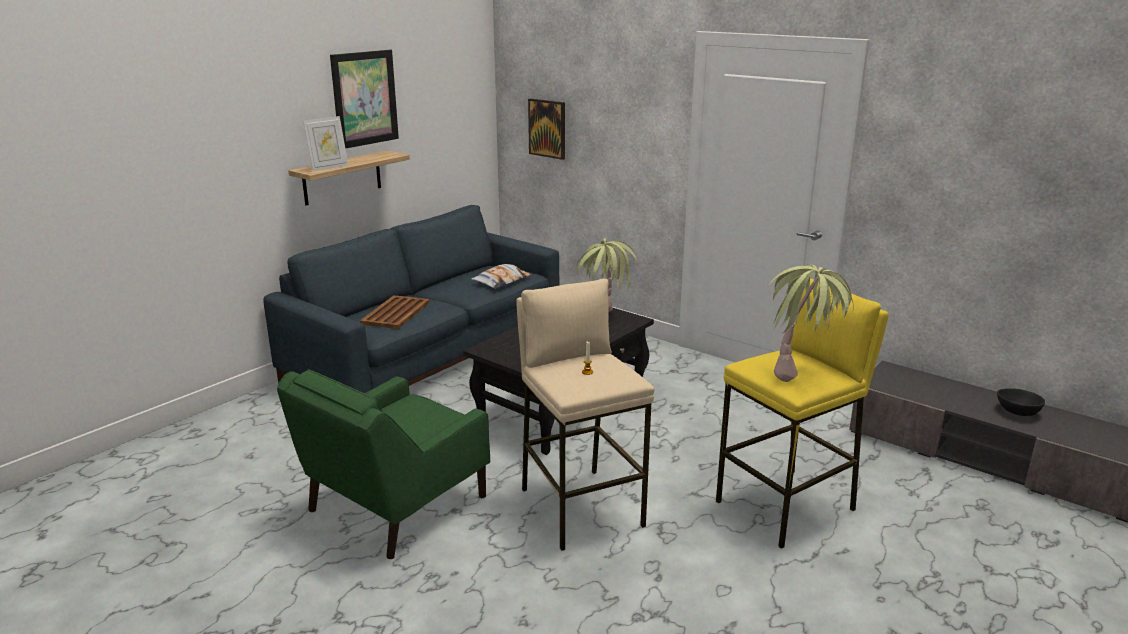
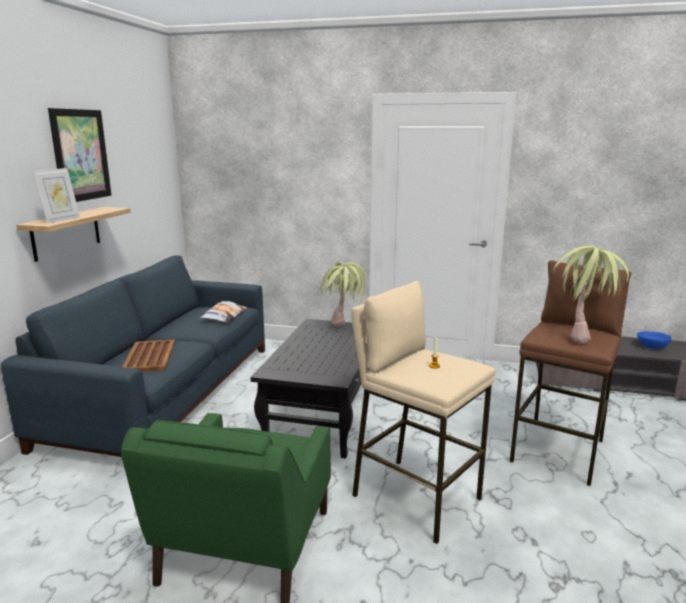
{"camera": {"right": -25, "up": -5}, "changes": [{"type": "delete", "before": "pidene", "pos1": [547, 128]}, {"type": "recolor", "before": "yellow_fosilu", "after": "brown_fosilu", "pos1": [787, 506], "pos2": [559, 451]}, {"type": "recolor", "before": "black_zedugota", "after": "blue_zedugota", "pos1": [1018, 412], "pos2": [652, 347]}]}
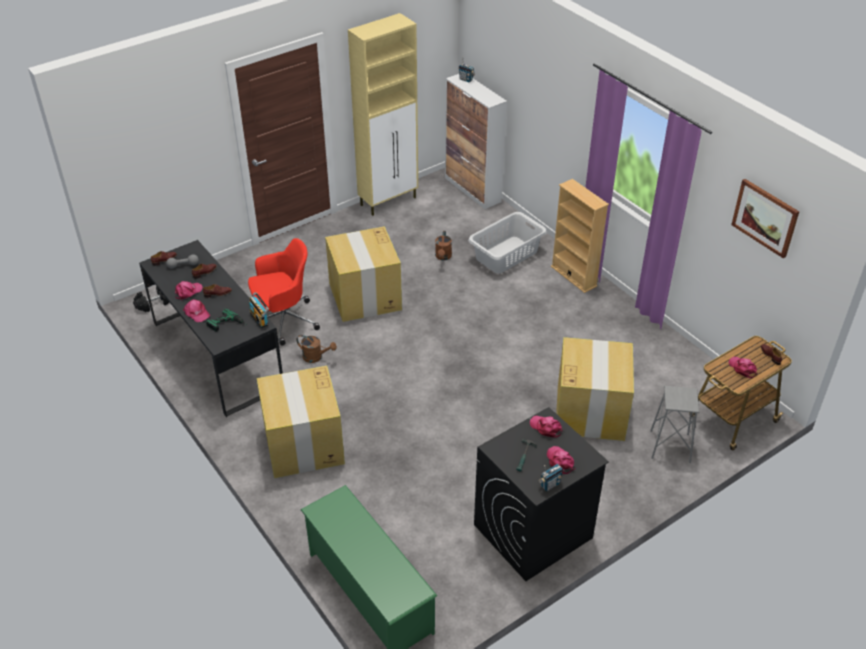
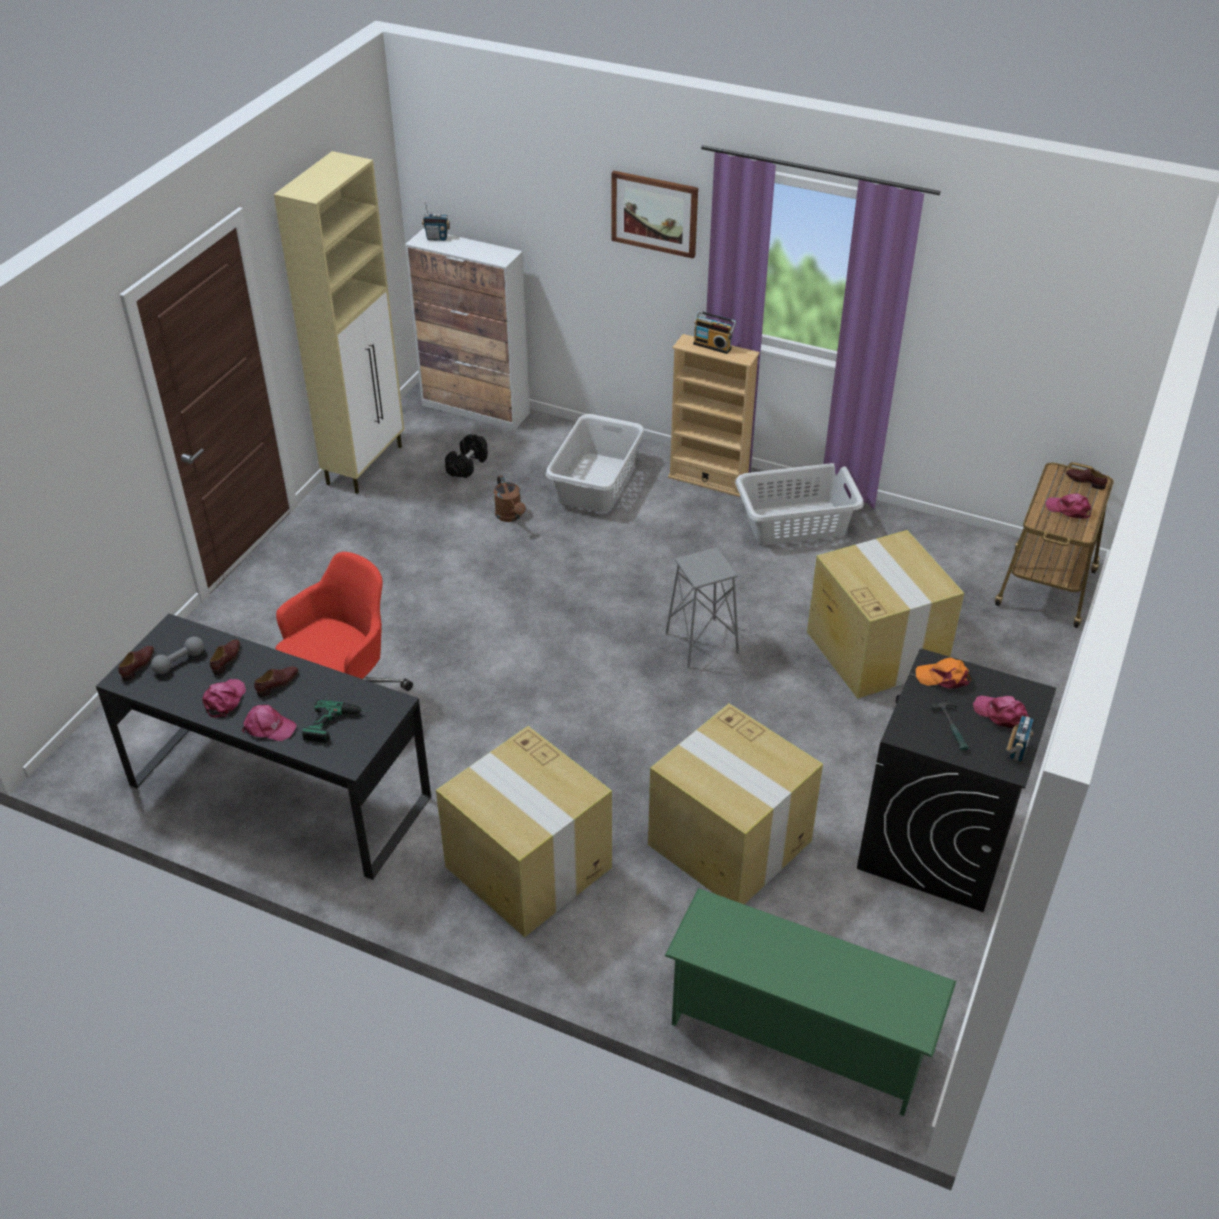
{"camera": {"right": -30, "up": 0}, "changes": [{"type": "move", "before": "pidene", "pos1": [765, 217], "pos2": [654, 213]}, {"type": "move", "before": "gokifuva", "pos1": [365, 297], "pos2": [731, 844]}, {"type": "move", "before": "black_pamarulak", "pos1": [154, 304], "pos2": [467, 465]}, {"type": "move", "before": "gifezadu", "pos1": [260, 318], "pos2": [713, 345]}, {"type": "delete", "before": "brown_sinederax", "pos1": [316, 357]}, {"type": "move", "before": "grey_fosilu", "pos1": [670, 446], "pos2": [702, 643]}, {"type": "recolor", "before": "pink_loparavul", "after": "orange_loparavul", "pos1": [546, 428], "pos2": [943, 677]}, {"type": "insert", "after": "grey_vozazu", "pos2": [796, 524]}]}
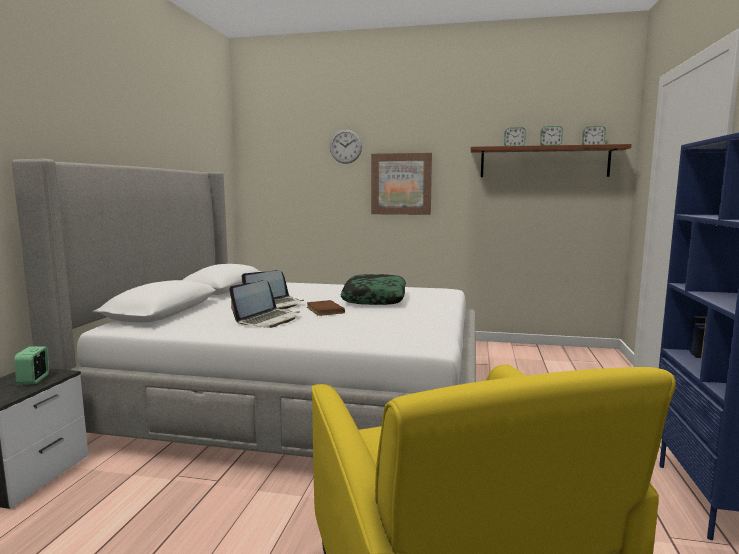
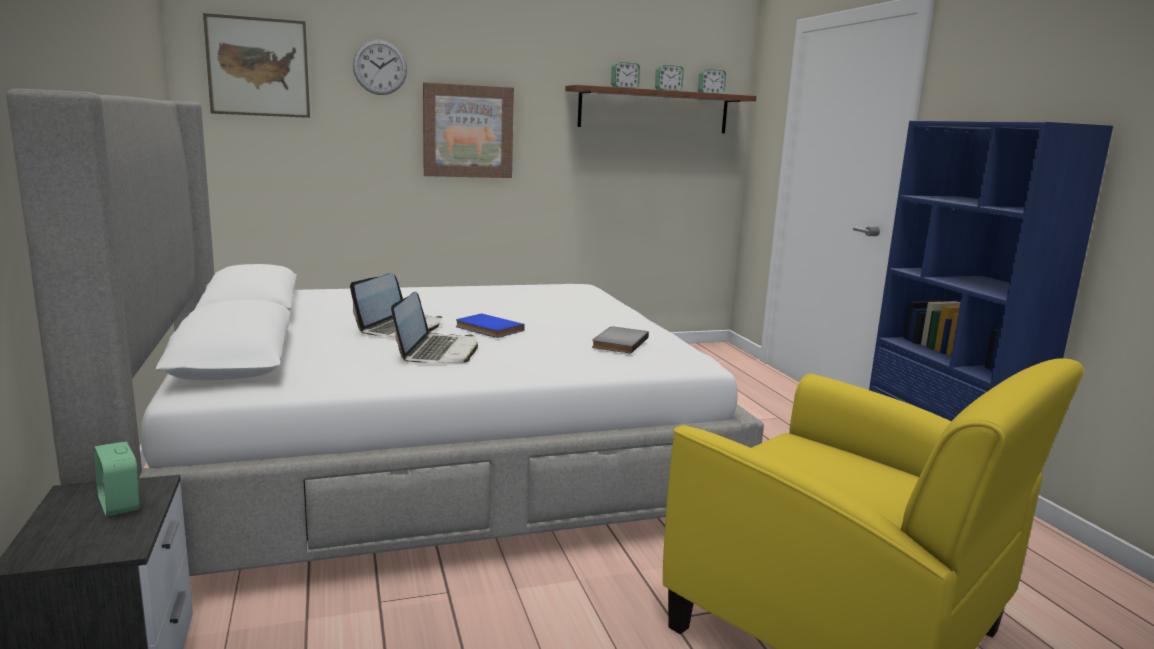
{"camera": {"right": -30, "up": 5}, "changes": [{"type": "delete", "before": "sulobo", "pos1": [374, 298]}, {"type": "recolor", "before": "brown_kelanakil", "after": "blue_kelanakil", "pos1": [323, 310], "pos2": [487, 329]}, {"type": "insert", "after": "pidene", "pos2": [258, 67]}, {"type": "insert", "after": "grey_kelanakil", "pos2": [618, 342]}]}
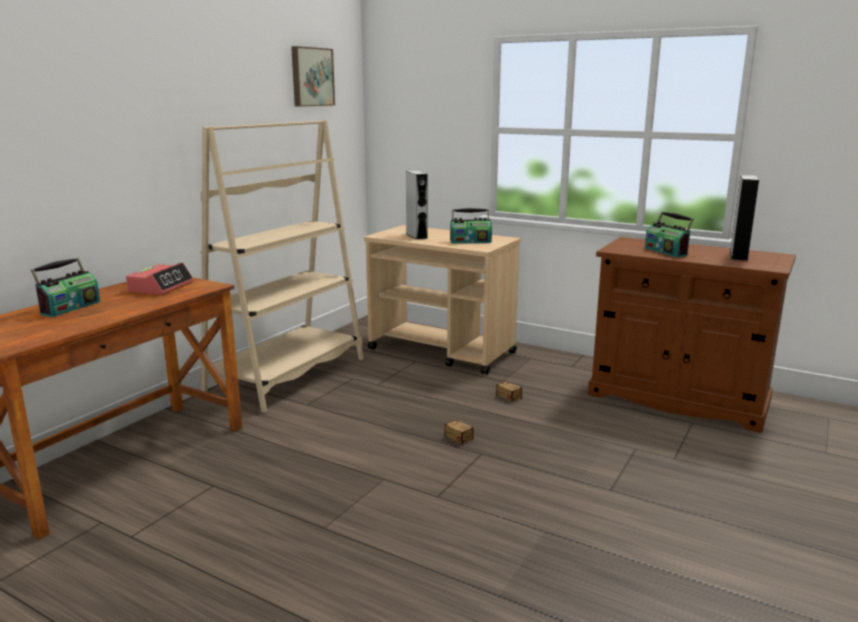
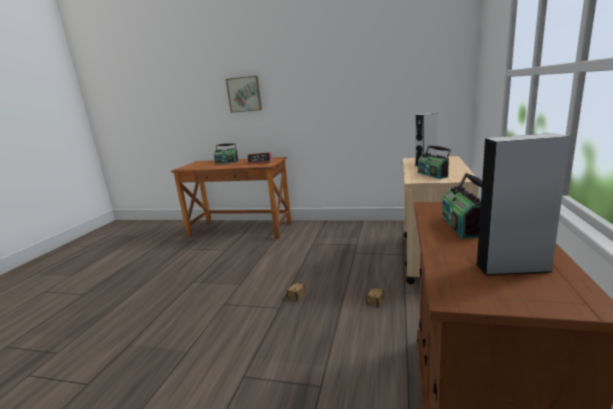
{"camera": {"right": 75, "up": 0}, "changes": [{"type": "move", "before": "pidene", "pos1": [311, 77], "pos2": [244, 94]}, {"type": "delete", "before": "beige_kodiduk", "pos1": [288, 376]}, {"type": "rotate", "before": "gifezadu", "pos1": [666, 251], "pos2": [462, 226], "turn": -45}]}
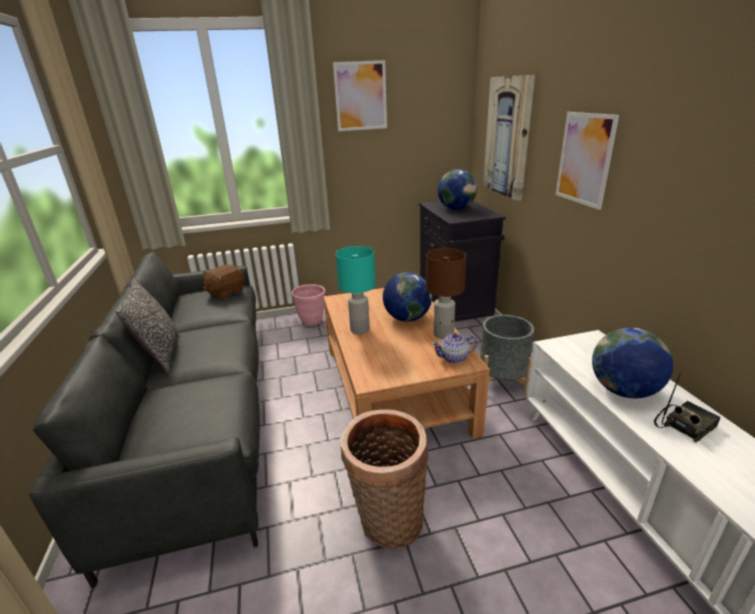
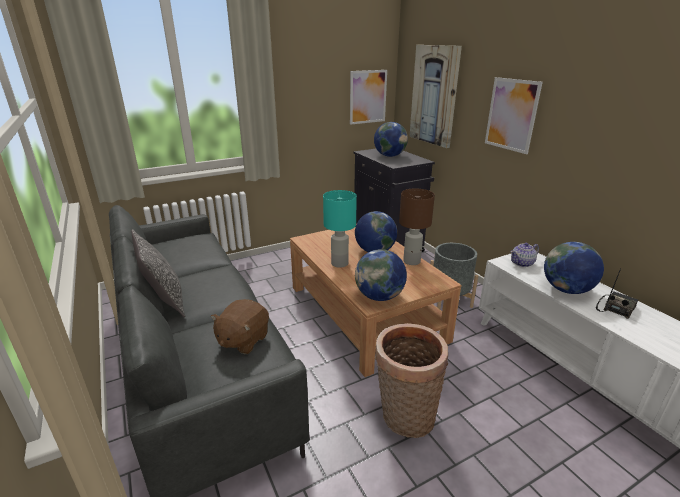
{"camera": {"right": -15, "up": 0}, "changes": [{"type": "move", "before": "pidene", "pos1": [360, 96], "pos2": [368, 97]}, {"type": "move", "before": "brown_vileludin", "pos1": [226, 293], "pos2": [243, 340]}, {"type": "delete", "before": "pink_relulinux", "pos1": [312, 322]}, {"type": "move", "before": "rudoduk", "pos1": [454, 358], "pos2": [522, 263]}, {"type": "insert", "after": "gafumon", "pos2": [379, 296]}]}
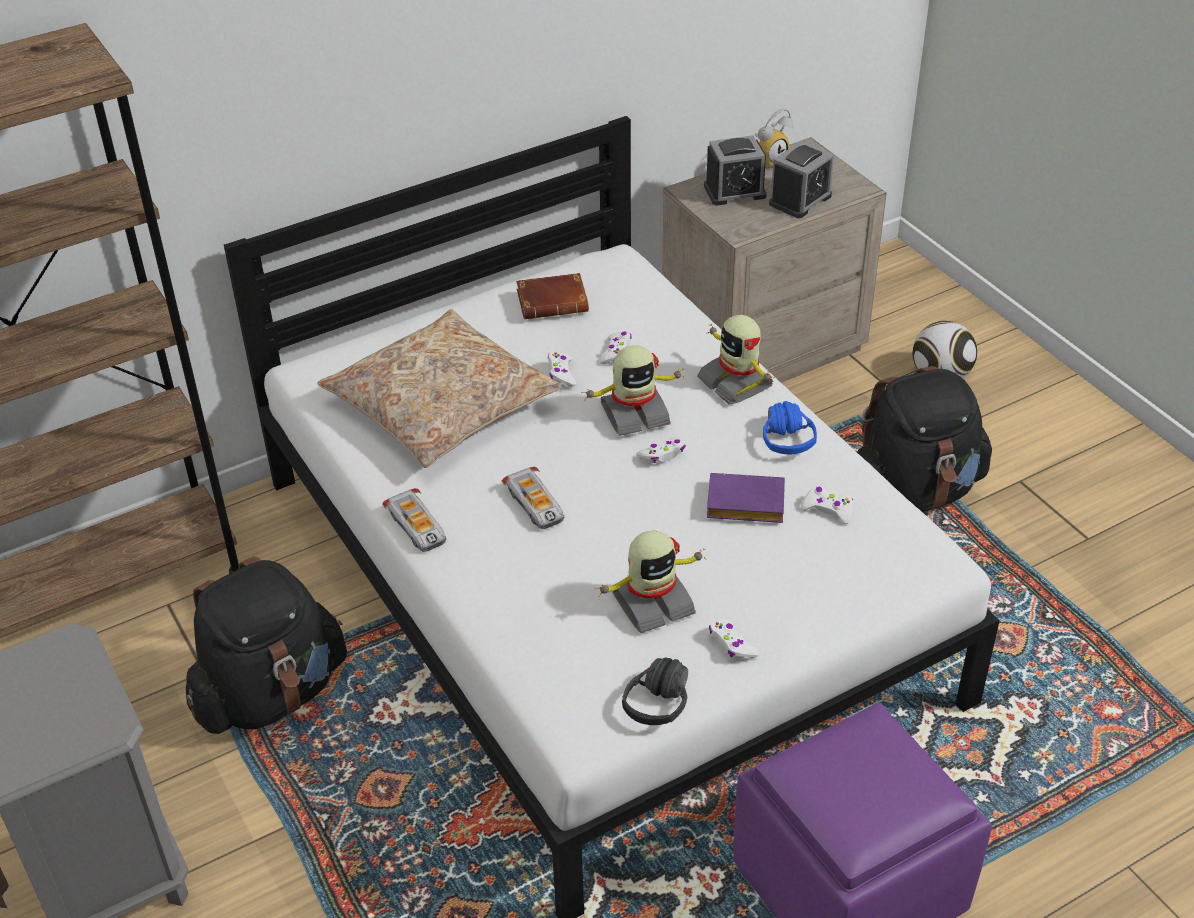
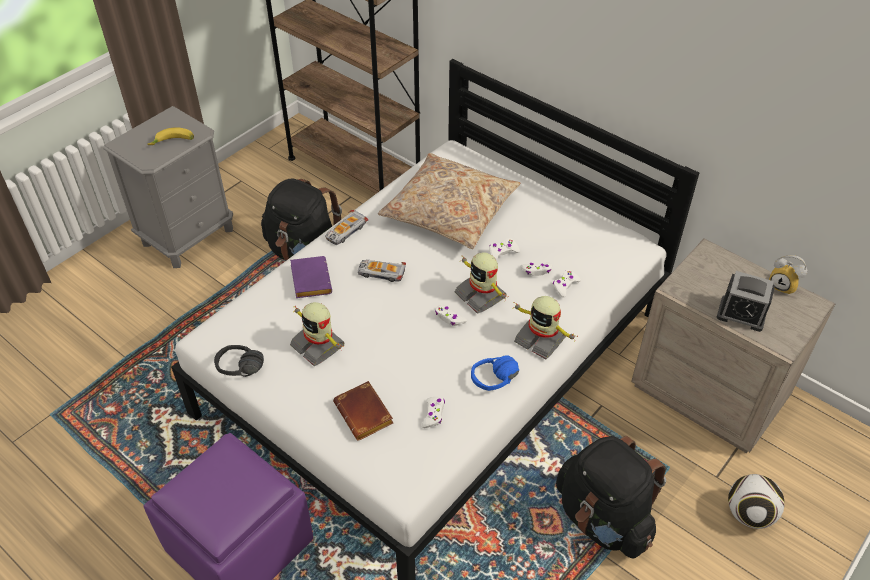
{"camera": {"right": 70, "up": 5}, "changes": [{"type": "delete", "before": "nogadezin", "pos1": [735, 191]}, {"type": "move", "before": "brown_kelanakil", "pos1": [554, 301], "pos2": [366, 414]}, {"type": "rotate", "before": "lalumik", "pos1": [736, 382], "pos2": [541, 338], "turn": -90}, {"type": "rotate", "before": "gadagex", "pos1": [536, 504], "pos2": [381, 273], "turn": 60}, {"type": "move", "before": "purple_kelanakil", "pos1": [743, 505], "pos2": [309, 280]}, {"type": "move", "before": "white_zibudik", "pos1": [731, 644], "pos2": [565, 285]}, {"type": "insert", "after": "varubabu", "pos2": [173, 143]}]}
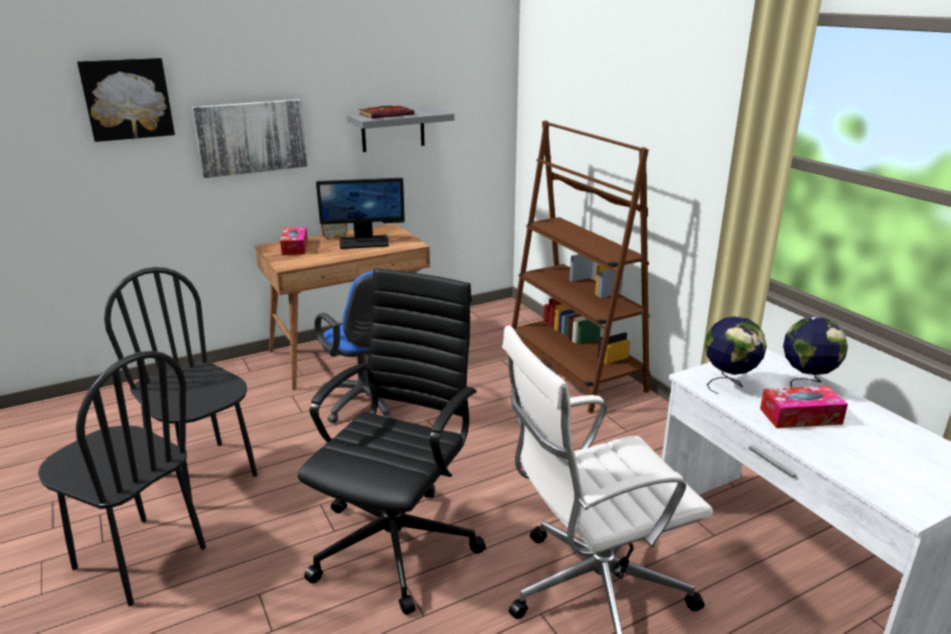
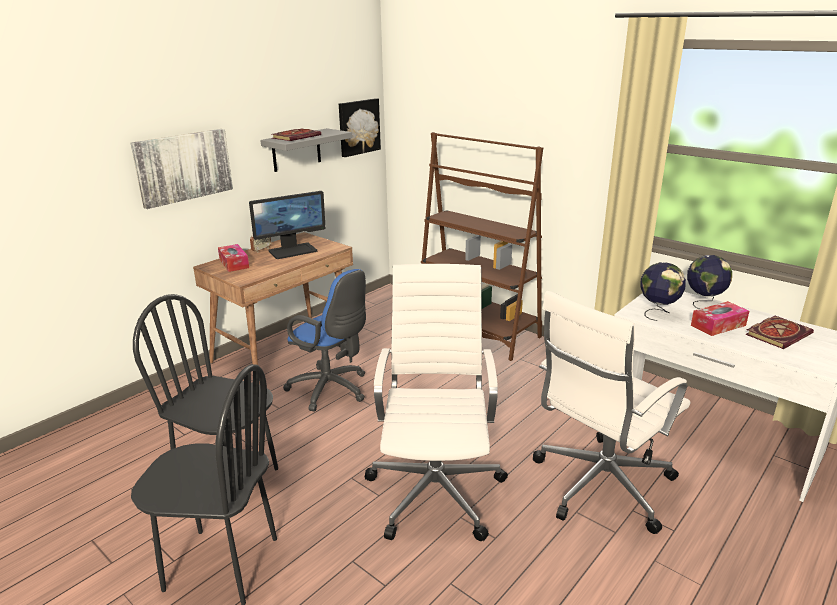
{"camera": {"right": -20, "up": 0}, "changes": [{"type": "move", "before": "pidene", "pos1": [127, 99], "pos2": [358, 127]}, {"type": "recolor", "before": "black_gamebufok", "after": "white_gamebufok", "pos1": [398, 541], "pos2": [436, 489]}, {"type": "insert", "after": "kelanakil", "pos2": [778, 334]}]}
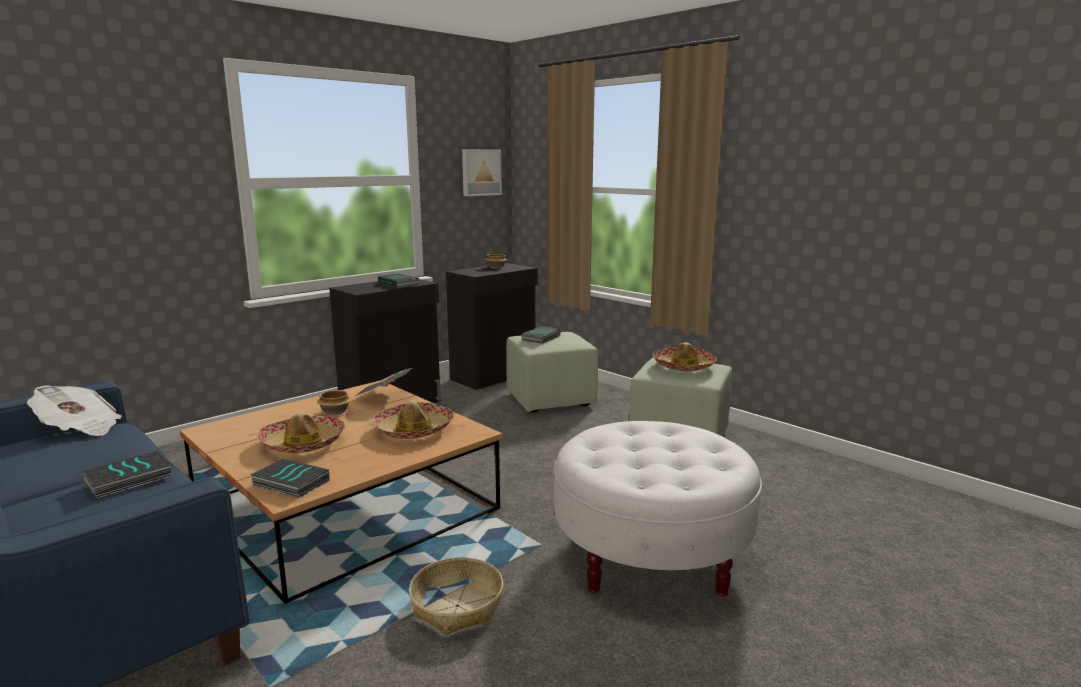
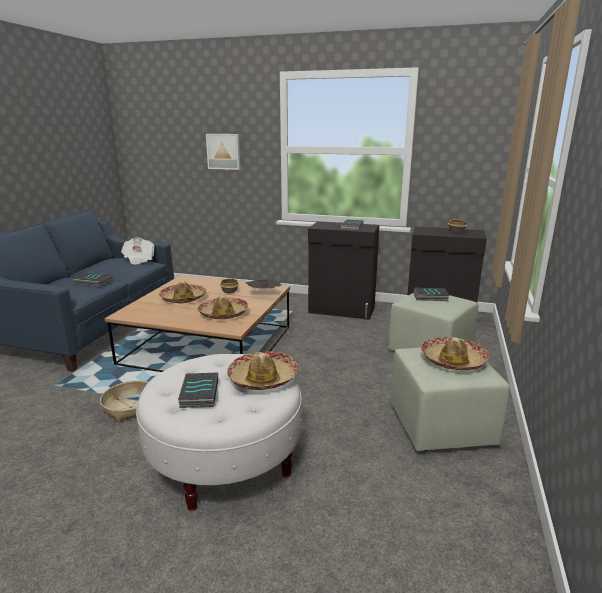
{"camera": {"right": 60, "up": 5}, "changes": [{"type": "move", "before": "pidene", "pos1": [480, 172], "pos2": [224, 151]}, {"type": "move", "before": "kelanakil", "pos1": [289, 483], "pos2": [198, 393]}, {"type": "insert", "after": "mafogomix", "pos2": [263, 378]}]}
